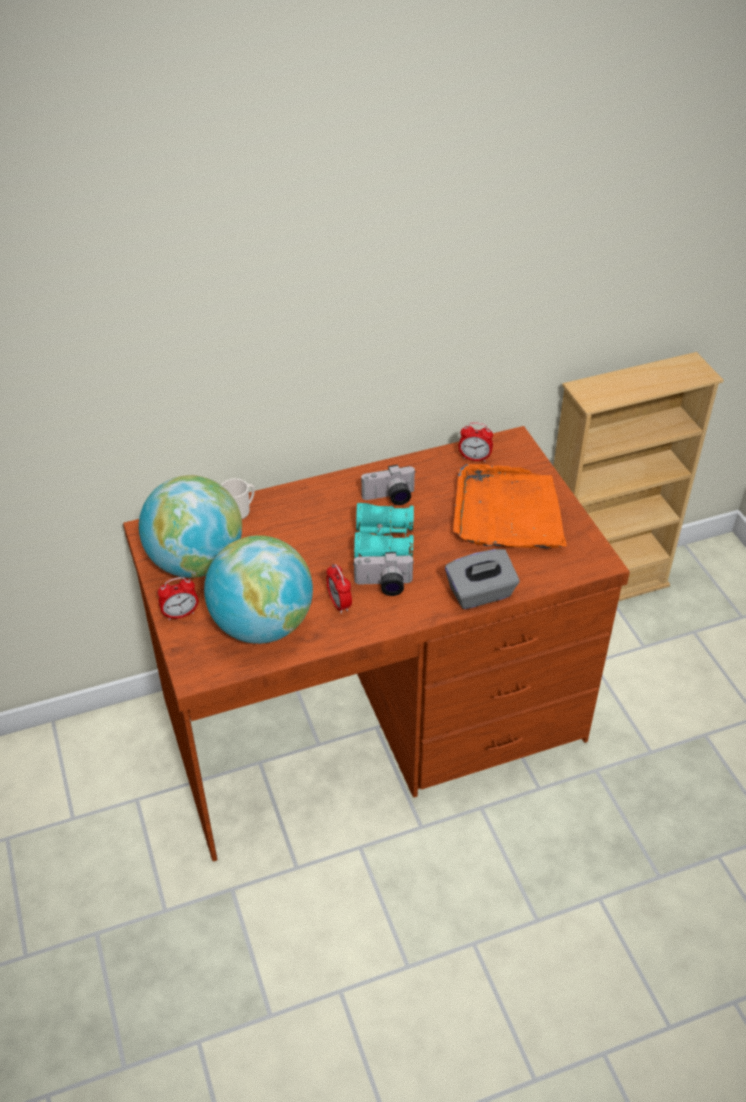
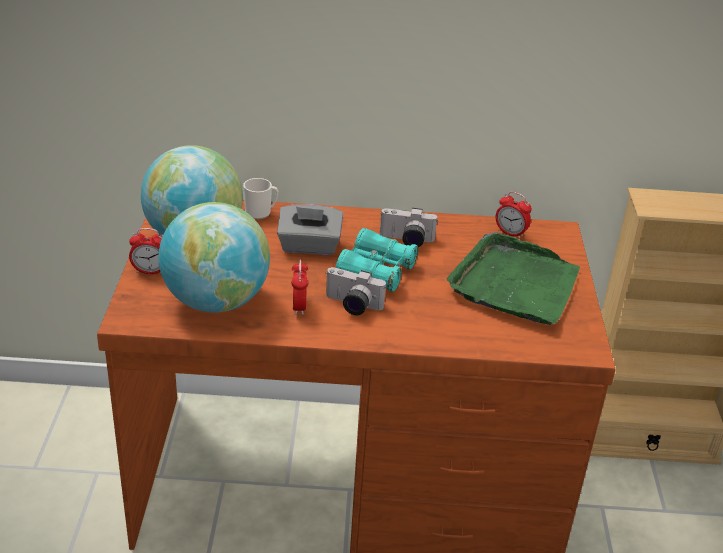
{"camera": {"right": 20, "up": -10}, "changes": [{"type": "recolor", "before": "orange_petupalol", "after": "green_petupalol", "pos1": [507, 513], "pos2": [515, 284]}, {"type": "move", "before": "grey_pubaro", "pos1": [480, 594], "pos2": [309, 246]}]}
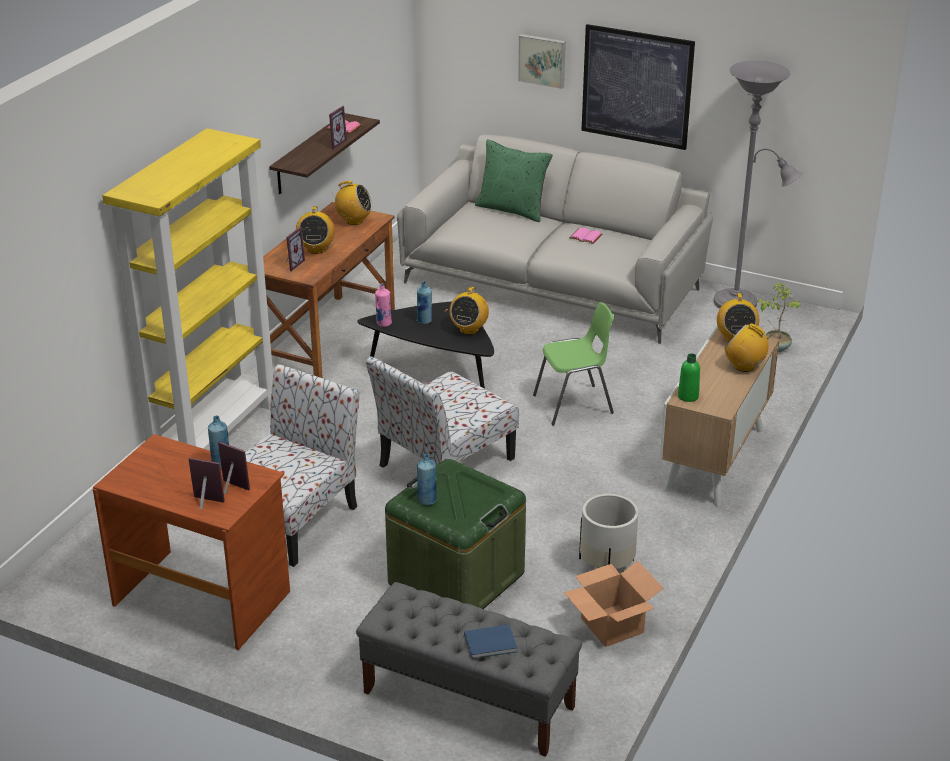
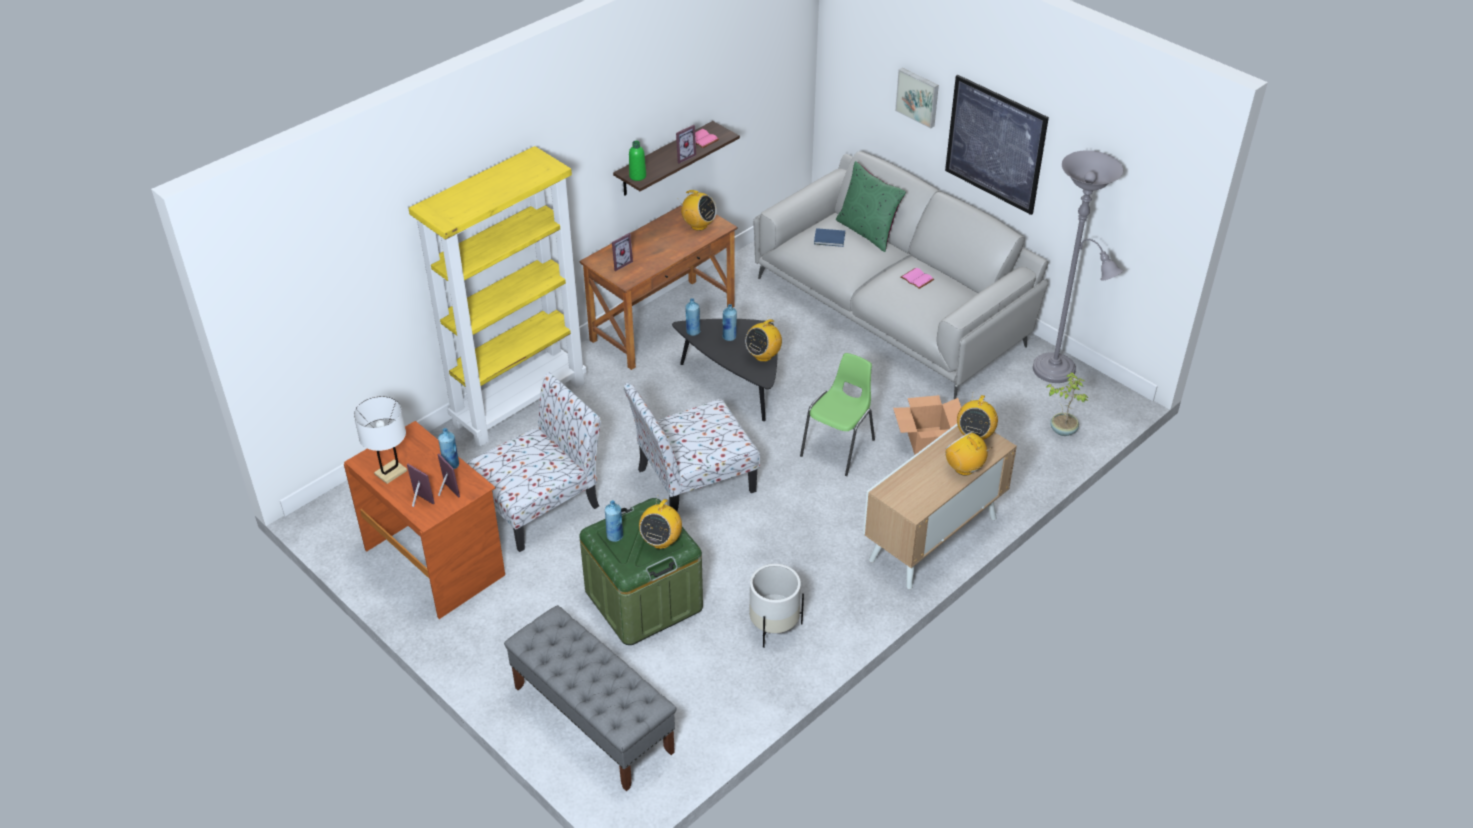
{"camera": {"right": 20, "up": 10}, "changes": [{"type": "move", "before": "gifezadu", "pos1": [316, 249], "pos2": [661, 541]}, {"type": "recolor", "before": "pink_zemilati", "after": "blue_zemilati", "pos1": [384, 323], "pos2": [693, 332]}, {"type": "rotate", "before": "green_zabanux", "pos1": [574, 405], "pos2": [839, 448], "turn": -60}, {"type": "move", "before": "green_zemilati", "pos1": [688, 396], "pos2": [637, 176]}, {"type": "move", "before": "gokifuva", "pos1": [613, 626], "pos2": [927, 441]}, {"type": "move", "before": "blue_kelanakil", "pos1": [492, 644], "pos2": [830, 239]}, {"type": "insert", "after": "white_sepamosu", "pos2": [391, 472]}]}
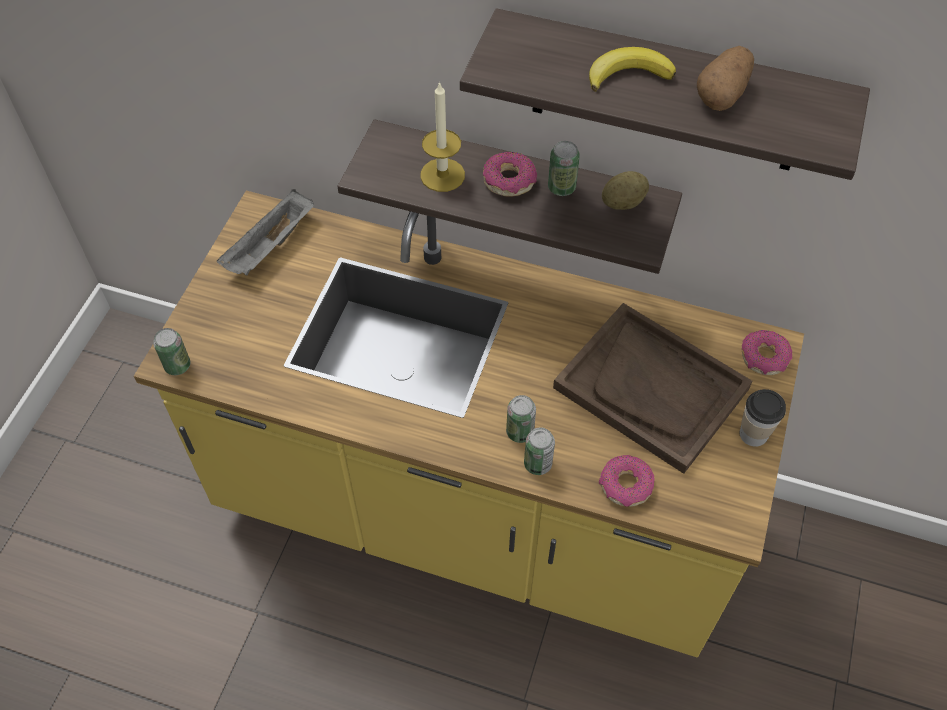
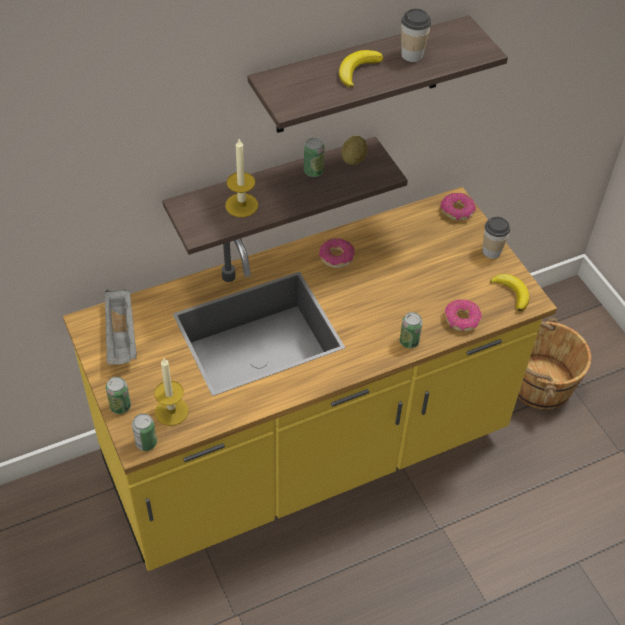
{"camera": {"right": -45, "up": -5}, "changes": [{"type": "replace", "before": "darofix", "after": "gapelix", "pos1": [723, 94], "pos2": [412, 55]}, {"type": "move", "before": "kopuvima", "pos1": [509, 180], "pos2": [336, 257]}, {"type": "delete", "before": "brown_petupalol", "pos1": [651, 388]}, {"type": "move", "before": "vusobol", "pos1": [520, 432], "pos2": [120, 406]}, {"type": "insert", "after": "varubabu", "pos2": [512, 293]}, {"type": "insert", "after": "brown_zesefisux", "pos2": [539, 384]}, {"type": "insert", "after": "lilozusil", "pos2": [171, 411]}]}
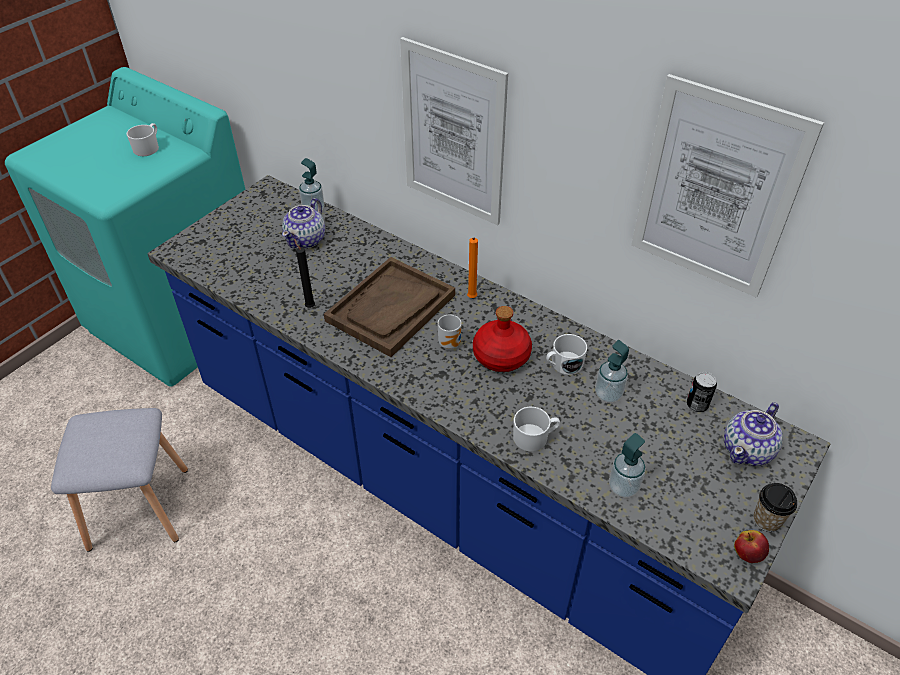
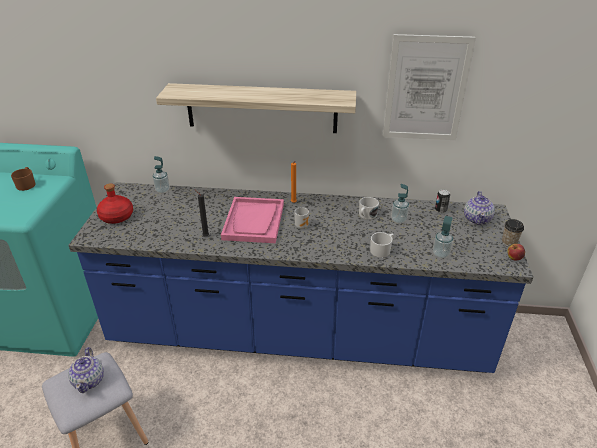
{"camera": {"right": -30, "up": -10}, "changes": [{"type": "replace", "before": "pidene", "after": "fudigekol", "pos1": [453, 134], "pos2": [261, 108]}, {"type": "recolor", "before": "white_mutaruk", "after": "brown_mutaruk", "pos1": [148, 147], "pos2": [27, 184]}, {"type": "move", "before": "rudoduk", "pos1": [306, 239], "pos2": [89, 380]}, {"type": "recolor", "before": "brown_petupalol", "after": "pink_petupalol", "pos1": [391, 308], "pos2": [254, 221]}, {"type": "move", "before": "red_zemilati", "pos1": [501, 355], "pos2": [117, 216]}]}
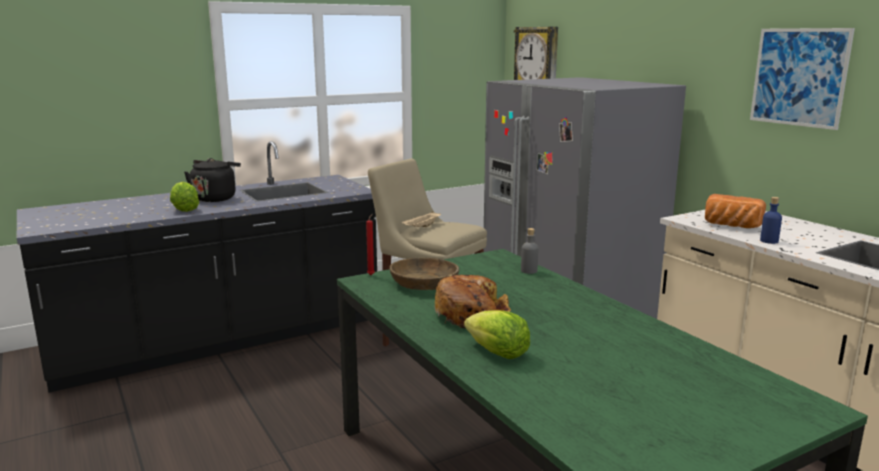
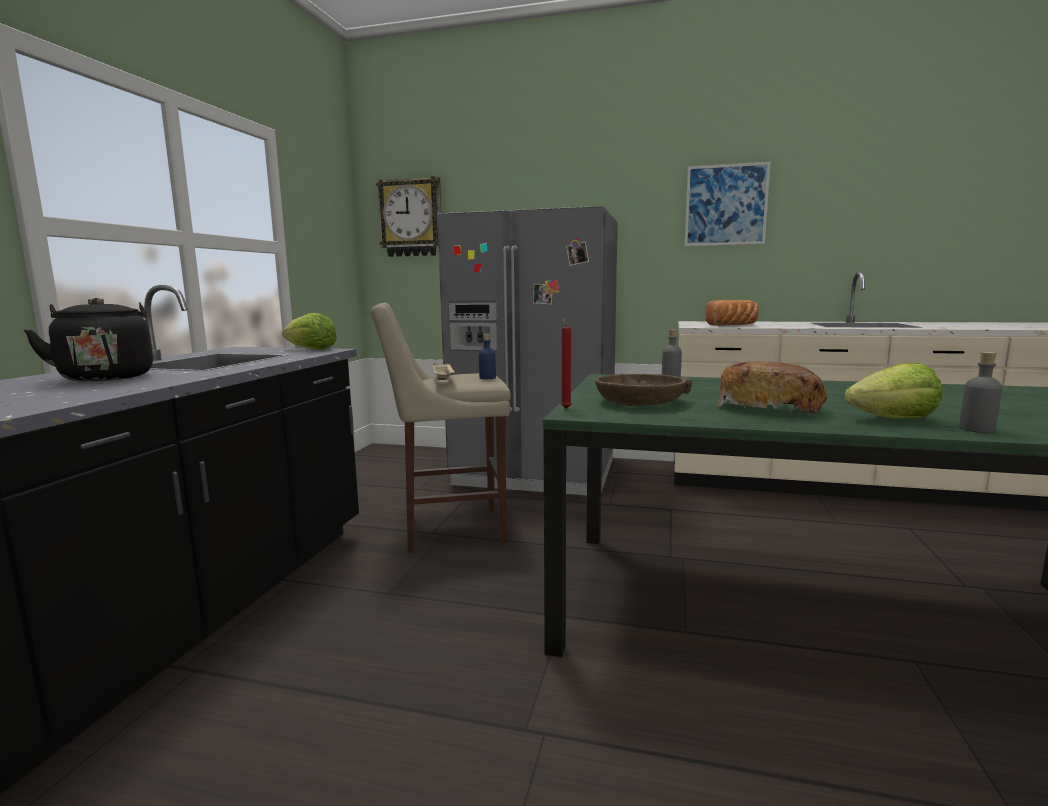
{"camera": {"right": -45, "up": -5}, "changes": [{"type": "move", "before": "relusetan", "pos1": [184, 209], "pos2": [311, 349]}, {"type": "move", "before": "blue_zemilati", "pos1": [769, 241], "pos2": [487, 378]}, {"type": "insert", "after": "grey_zemilati", "pos2": [976, 429]}]}
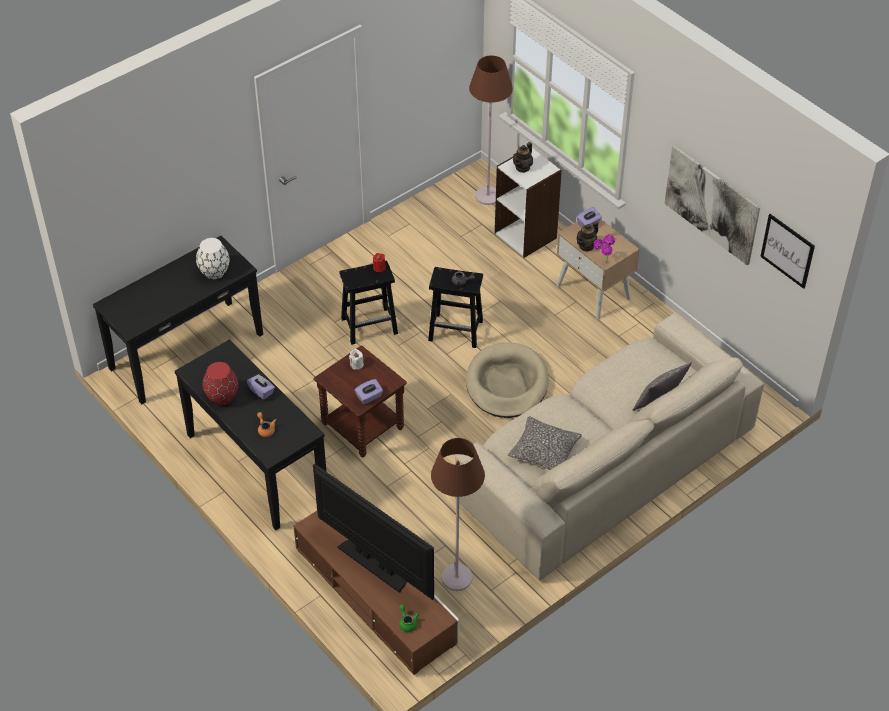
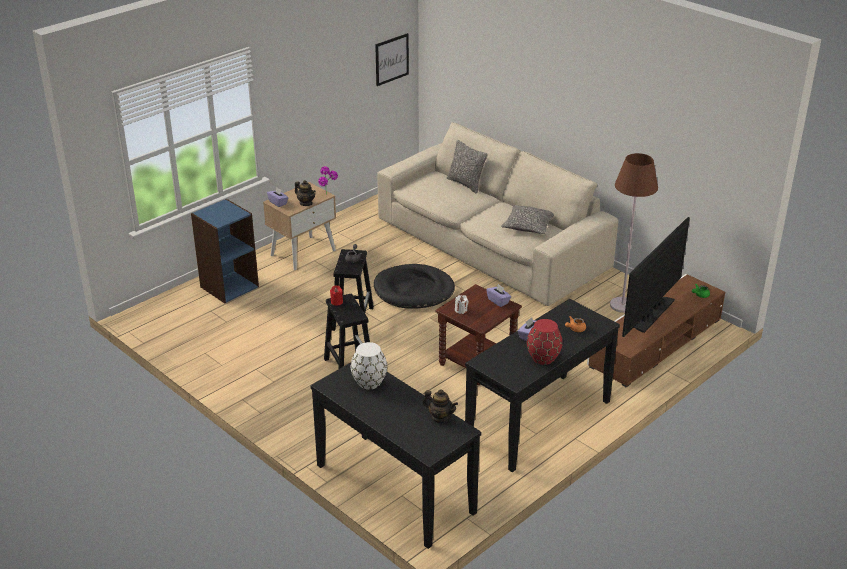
{"camera": {"right": -95, "up": -15}, "changes": [{"type": "delete", "before": "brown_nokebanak", "pos1": [488, 196]}, {"type": "move", "before": "rudoduk", "pos1": [522, 167], "pos2": [440, 417]}, {"type": "delete", "before": "pidene", "pos1": [711, 204]}, {"type": "recolor", "before": "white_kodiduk", "after": "blue_kodiduk", "pos1": [526, 235], "pos2": [229, 286]}, {"type": "recolor", "before": "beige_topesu", "after": "black_topesu", "pos1": [507, 384], "pos2": [414, 290]}]}
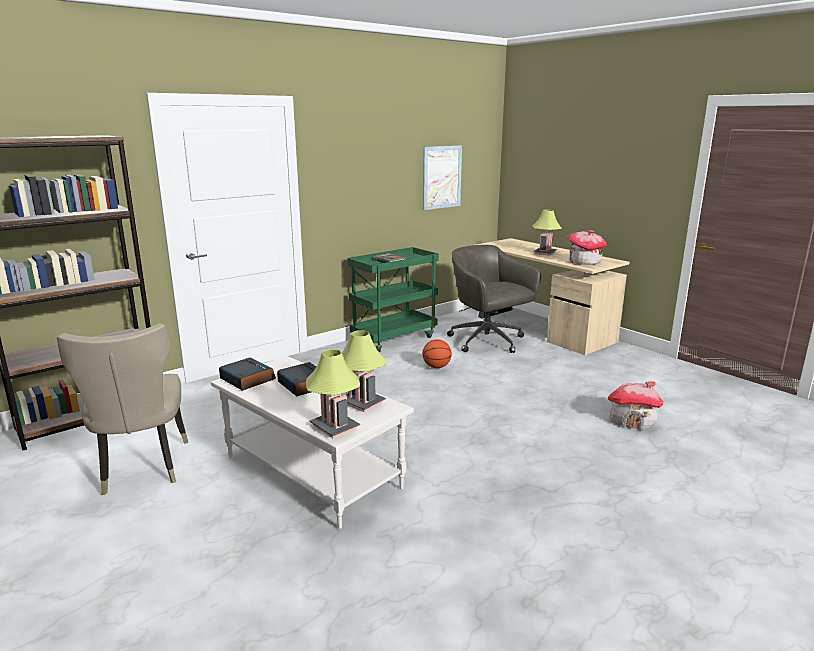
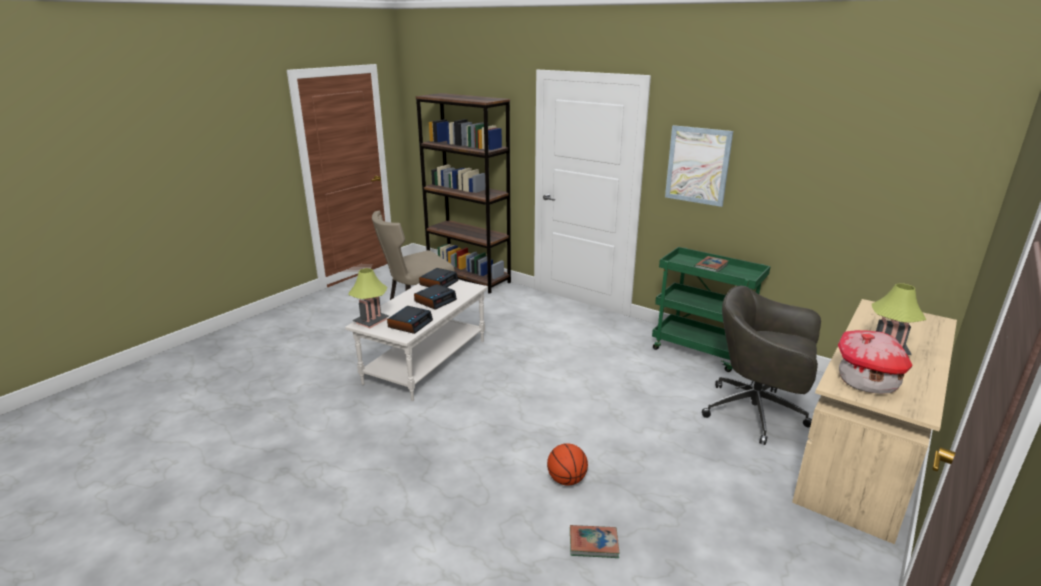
{"camera": {"right": 75, "up": 5}, "changes": [{"type": "move", "before": "pidene", "pos1": [441, 177], "pos2": [697, 165]}, {"type": "rotate", "before": "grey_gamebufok", "pos1": [488, 341], "pos2": [757, 413], "turn": -105}, {"type": "replace", "before": "sepamosu", "after": "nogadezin", "pos1": [362, 403], "pos2": [410, 324]}, {"type": "move", "before": "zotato", "pos1": [436, 367], "pos2": [566, 480]}, {"type": "replace", "before": "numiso", "after": "kelanakil", "pos1": [632, 421], "pos2": [593, 544]}]}
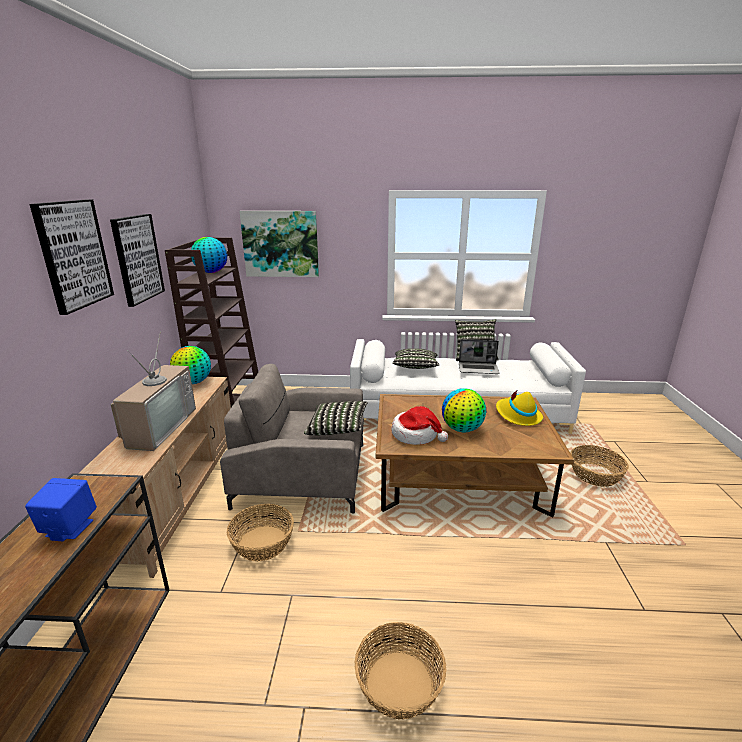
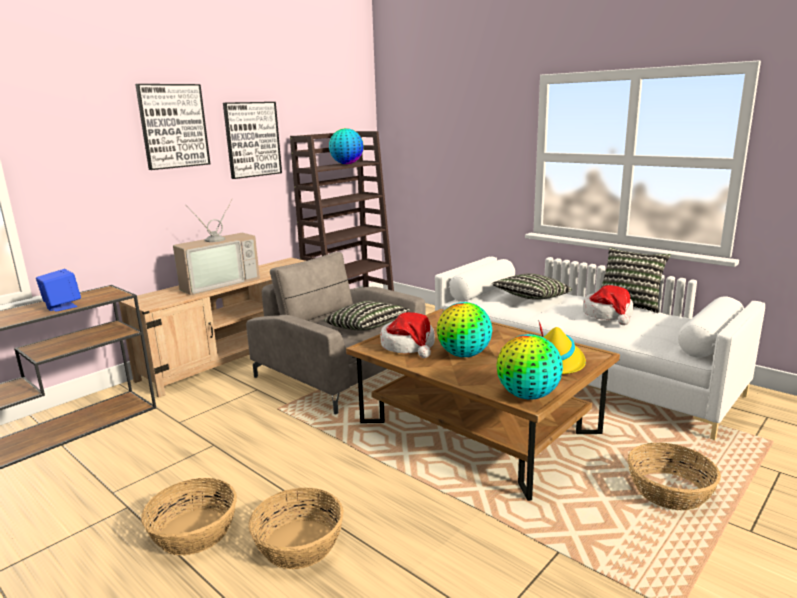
{"camera": {"right": 40, "up": -5}, "changes": [{"type": "delete", "before": "pidene", "pos1": [280, 244]}, {"type": "replace", "before": "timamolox", "after": "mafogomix", "pos1": [478, 369], "pos2": [608, 315]}, {"type": "move", "before": "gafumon", "pos1": [193, 382], "pos2": [528, 396]}, {"type": "move", "before": "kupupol", "pos1": [262, 543], "pos2": [298, 544]}]}
